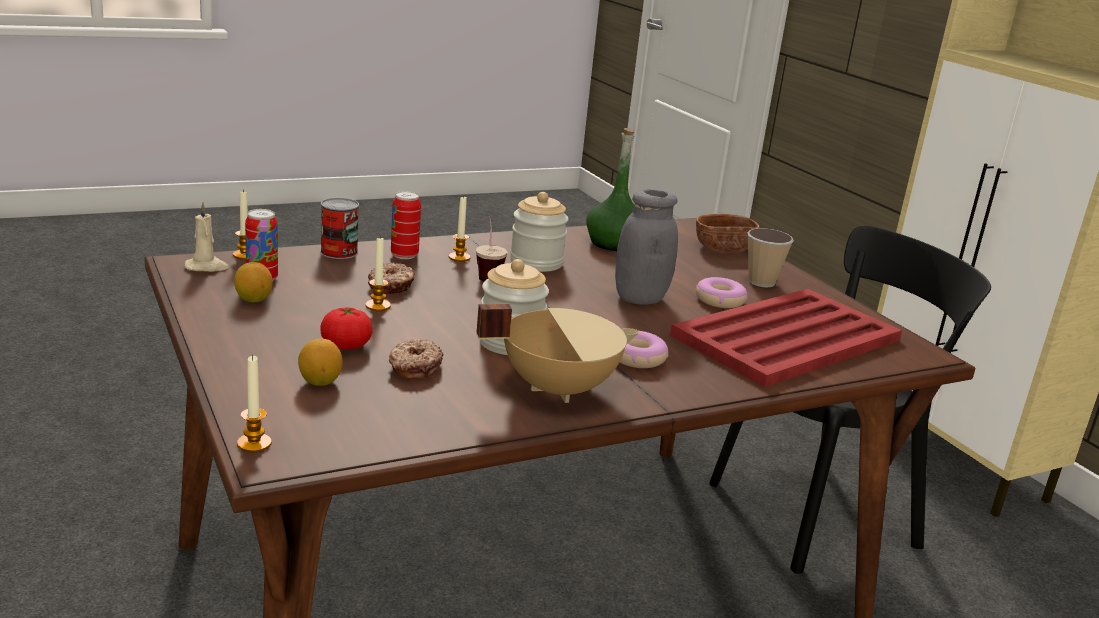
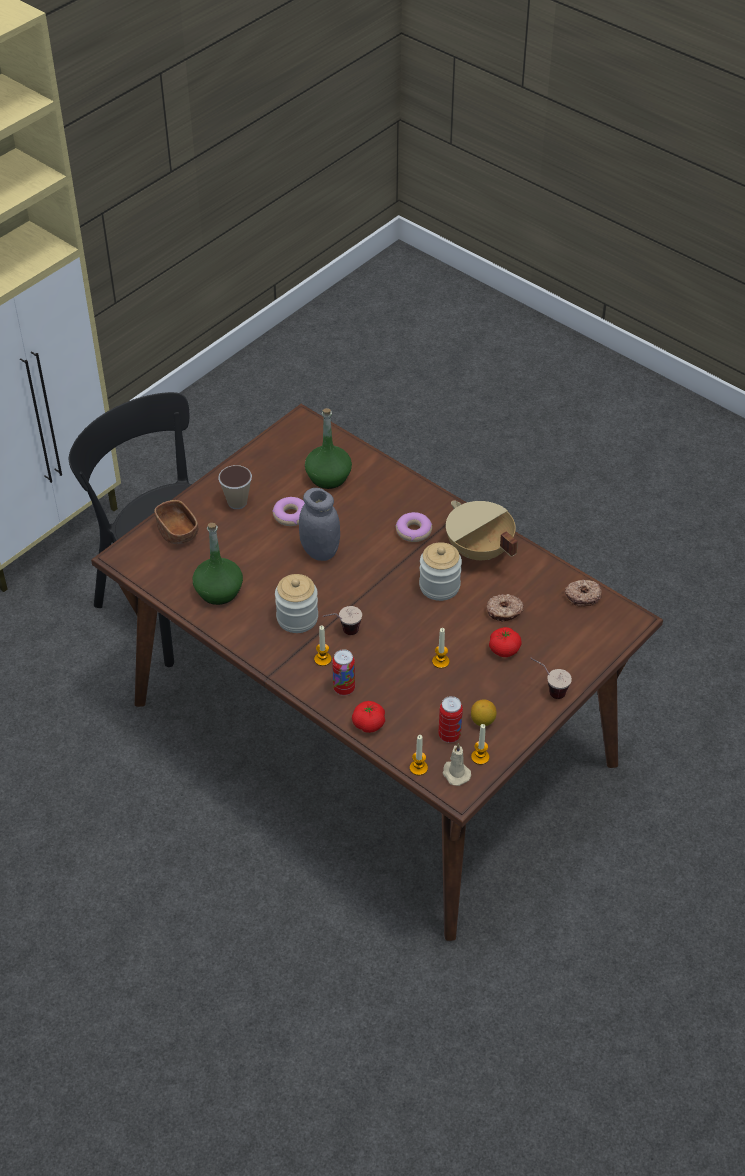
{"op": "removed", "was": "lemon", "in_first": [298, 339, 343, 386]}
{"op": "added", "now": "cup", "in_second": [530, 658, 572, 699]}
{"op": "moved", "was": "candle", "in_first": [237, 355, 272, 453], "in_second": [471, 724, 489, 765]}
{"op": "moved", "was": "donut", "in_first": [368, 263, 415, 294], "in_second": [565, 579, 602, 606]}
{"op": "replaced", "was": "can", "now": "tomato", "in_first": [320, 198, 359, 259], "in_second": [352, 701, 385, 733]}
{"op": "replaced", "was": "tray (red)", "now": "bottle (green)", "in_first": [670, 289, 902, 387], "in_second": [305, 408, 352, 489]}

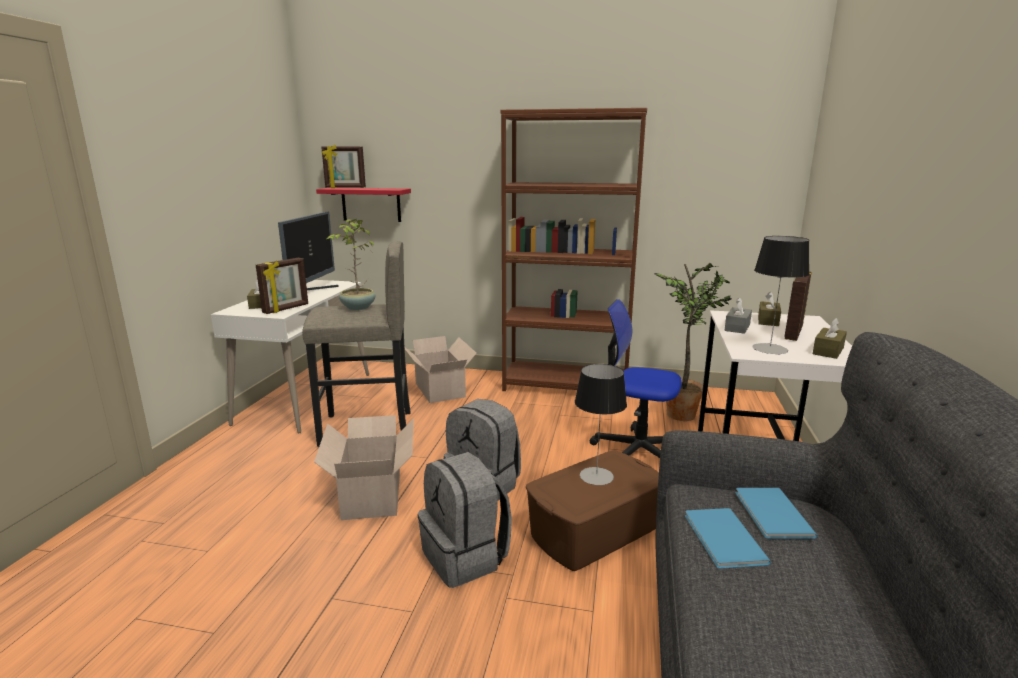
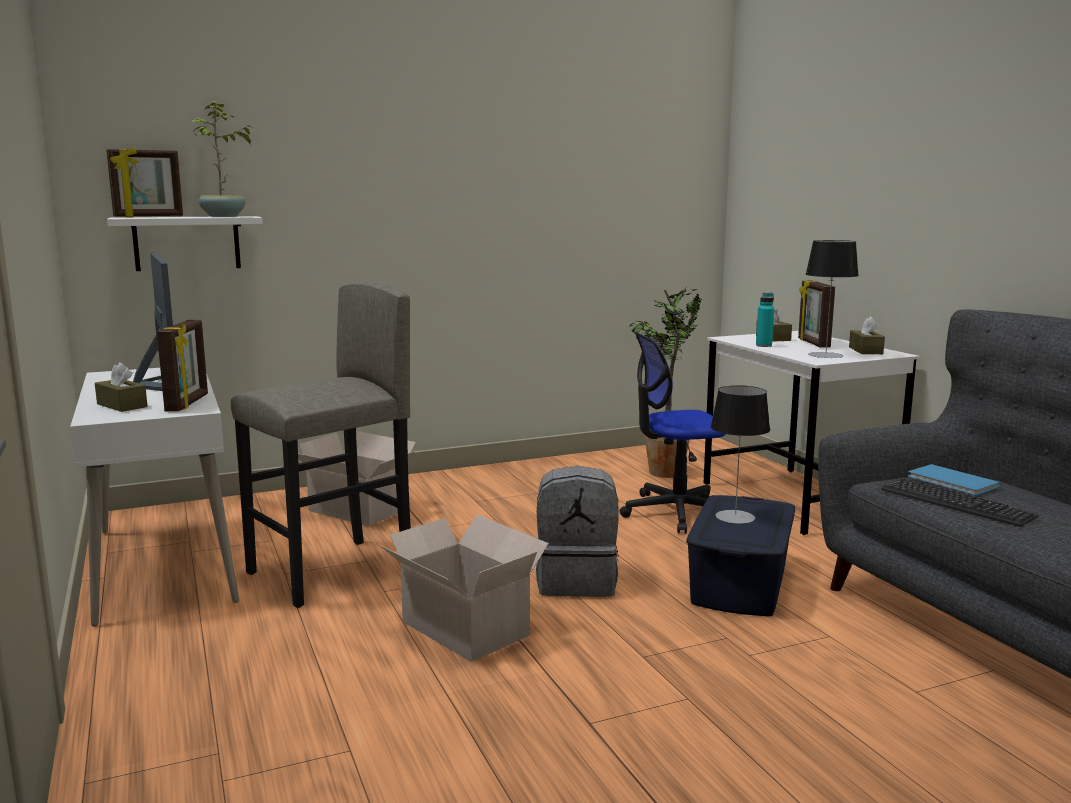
{"op": "removed", "was": "backpack (grey)", "in_first": [418, 452, 512, 588]}
{"op": "removed", "was": "bookcase (brown)", "in_first": [500, 108, 647, 397]}
{"op": "moved", "was": "potted plant", "in_first": [327, 219, 376, 310], "in_second": [190, 101, 251, 217]}
{"op": "replaced", "was": "book (blue)", "now": "keyboard", "in_first": [685, 508, 771, 569], "in_second": [881, 478, 1039, 527]}
{"op": "replaced", "was": "tissue box (grey)", "now": "bottle (turquoise)", "in_first": [724, 297, 752, 334], "in_second": [756, 292, 774, 347]}
{"op": "recoloured", "was": "shelf (red)", "now": "shelf (white)", "in_first": [316, 188, 411, 222], "in_second": [107, 216, 262, 271]}
{"op": "recoloured", "was": "storage box (brown)", "now": "storage box (blue)", "in_first": [526, 450, 659, 571], "in_second": [686, 495, 795, 616]}

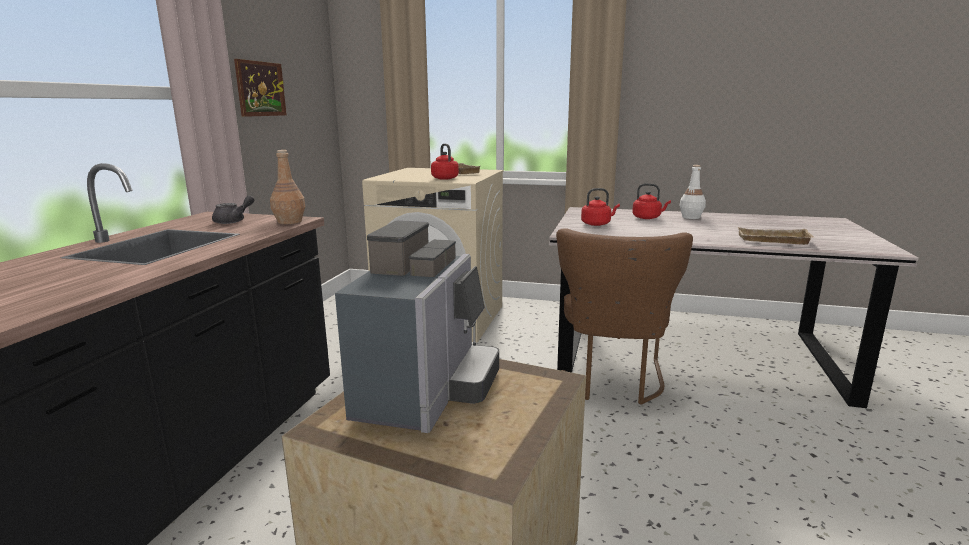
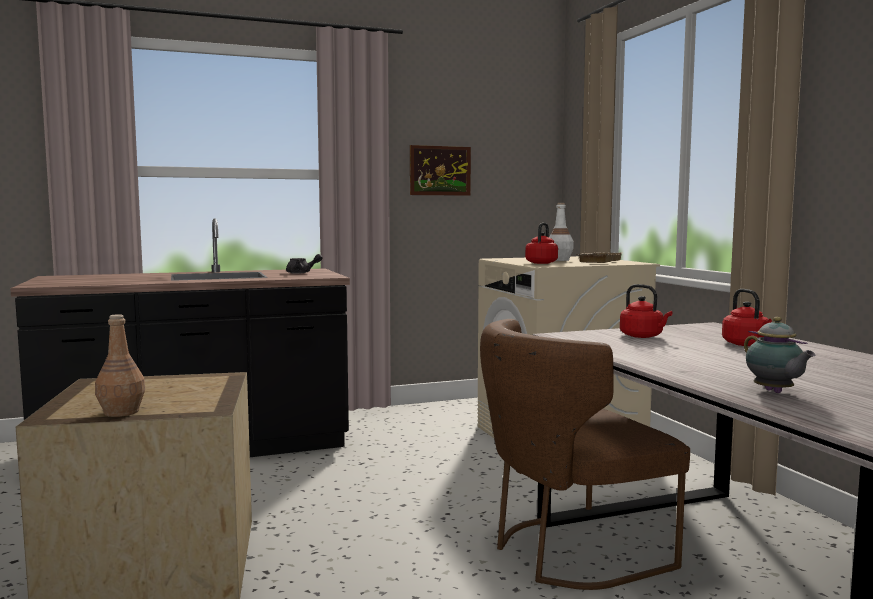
{"op": "removed", "was": "coffee machine", "in_first": [335, 220, 499, 433]}
{"op": "moved", "was": "bottle (brown)", "in_first": [270, 150, 305, 224], "in_second": [95, 314, 145, 417]}
{"op": "moved", "was": "bottle (white)", "in_first": [680, 165, 706, 219], "in_second": [549, 203, 574, 261]}
{"op": "replaced", "was": "tray (beige)", "now": "teapot", "in_first": [738, 227, 814, 245], "in_second": [744, 317, 815, 393]}

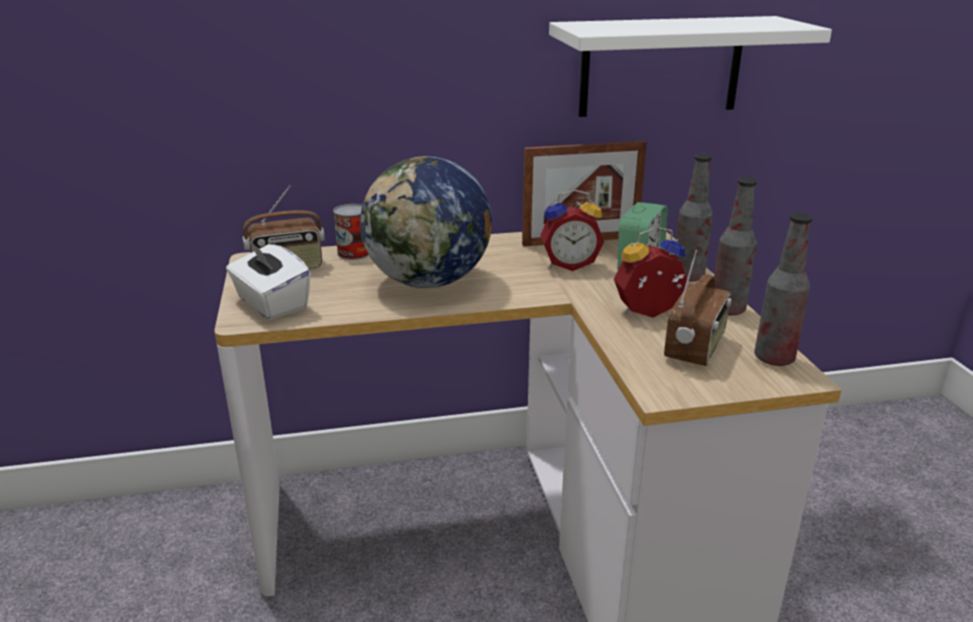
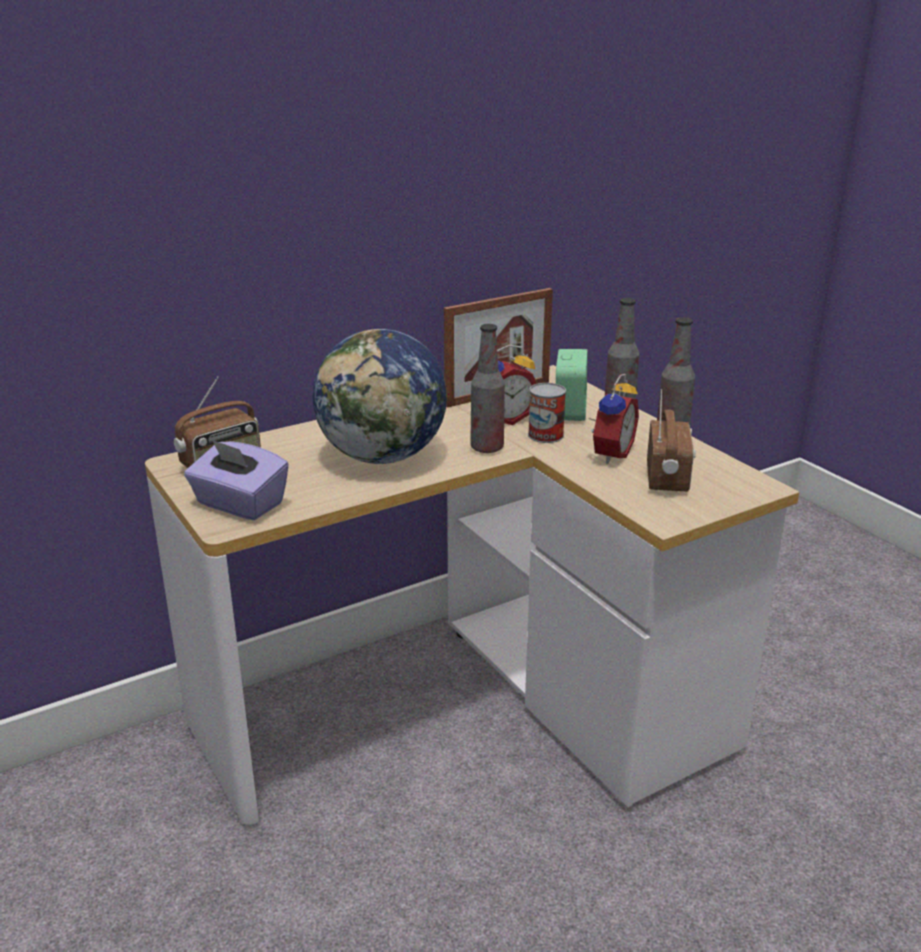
{"op": "removed", "was": "shelf (white)", "in_first": [549, 16, 832, 117]}
{"op": "moved", "was": "can", "in_first": [333, 204, 369, 260], "in_second": [528, 383, 566, 443]}
{"op": "moved", "was": "bottle", "in_first": [755, 213, 812, 366], "in_second": [470, 324, 505, 453]}
{"op": "recoloured", "was": "tissue box (white)", "now": "tissue box (purple)", "in_first": [226, 241, 311, 320], "in_second": [184, 439, 289, 520]}
{"op": "turned", "was": "alarm clock", "in_first": [614, 227, 687, 317], "in_second": [590, 374, 639, 464], "clockwise": 150}

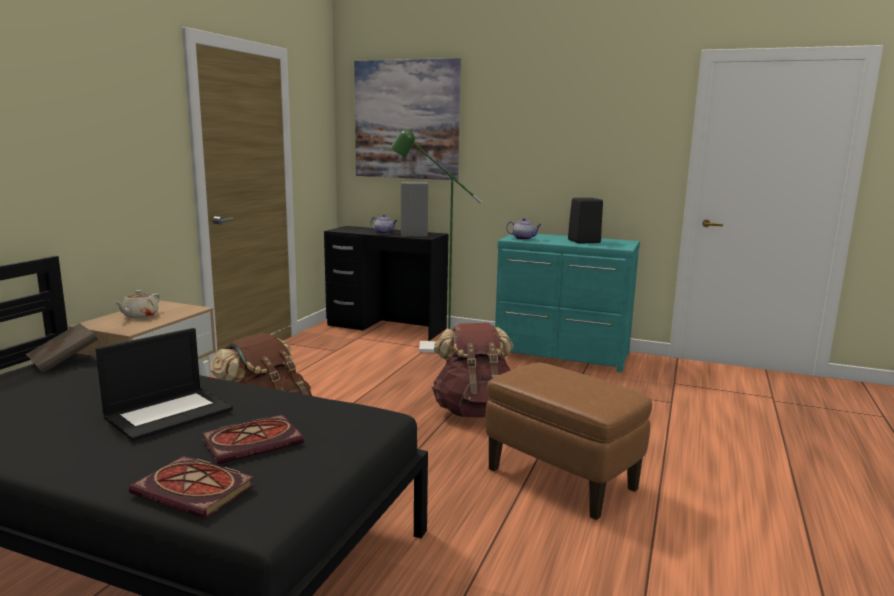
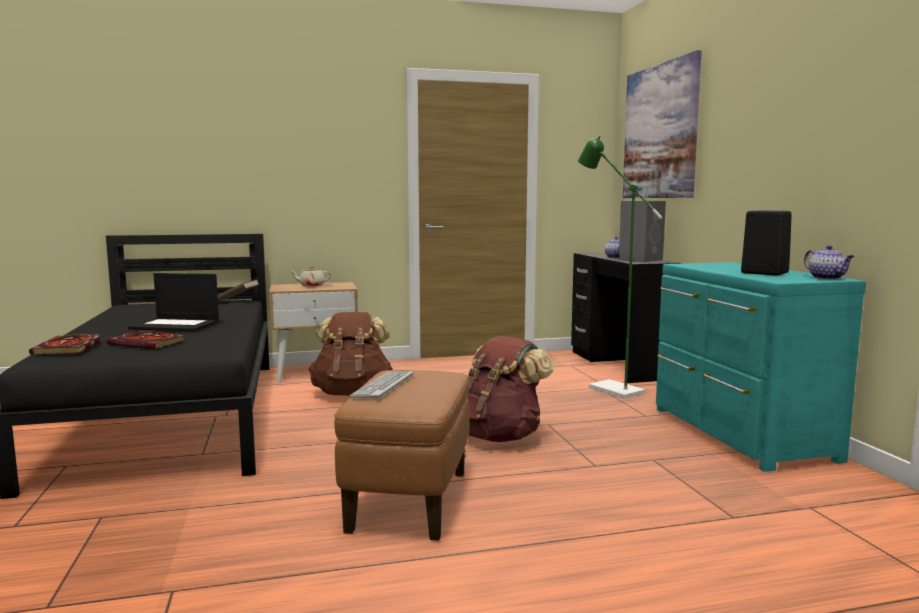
{"op": "added", "now": "keyboard", "in_second": [348, 371, 413, 399]}
{"op": "moved", "was": "teapot", "in_first": [506, 218, 542, 240], "in_second": [804, 245, 854, 280]}

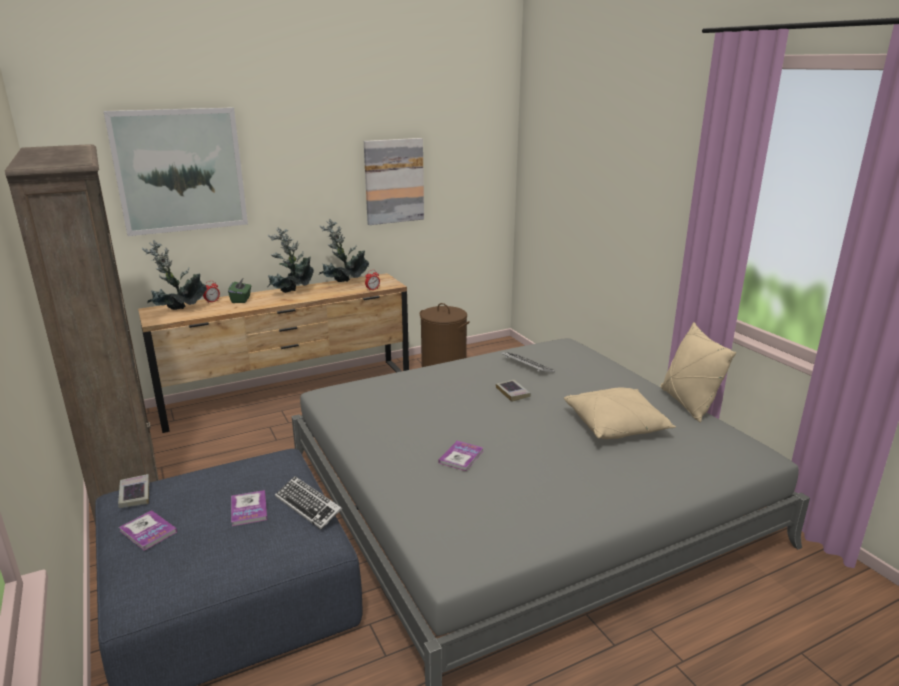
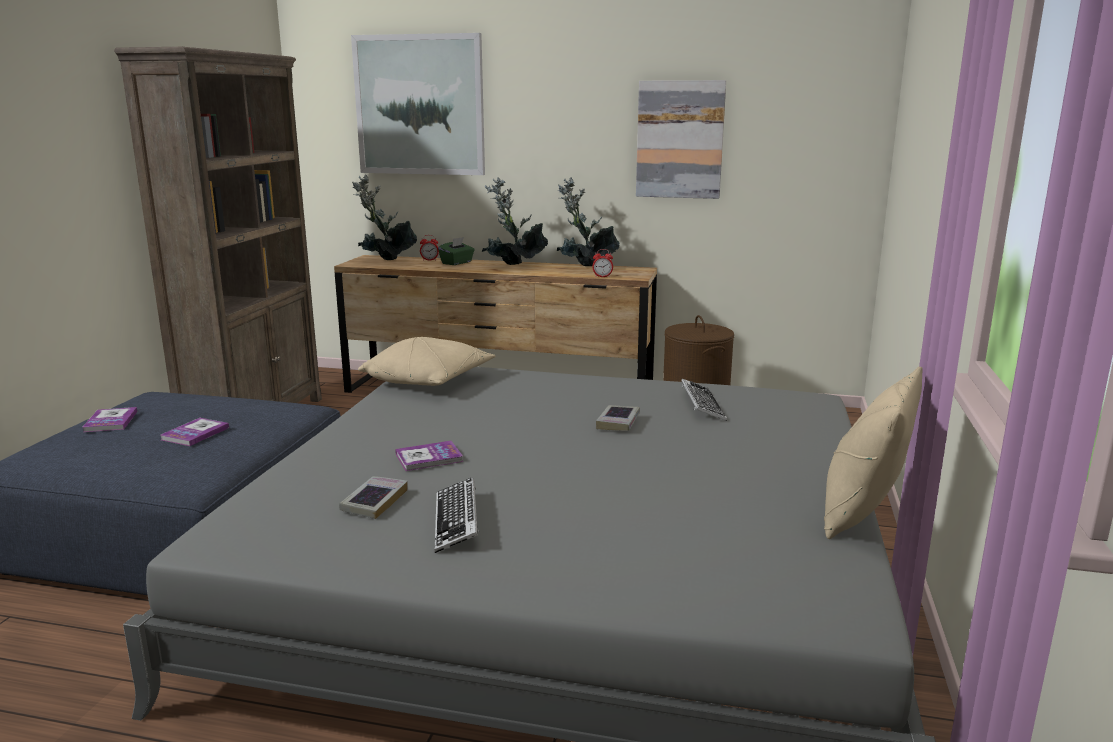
{"op": "moved", "was": "book", "in_first": [118, 474, 149, 508], "in_second": [339, 476, 408, 519]}
{"op": "moved", "was": "keyboard", "in_first": [275, 476, 342, 530], "in_second": [435, 478, 479, 553]}
{"op": "moved", "was": "pillow (beige)", "in_first": [564, 388, 676, 439], "in_second": [358, 337, 496, 386]}

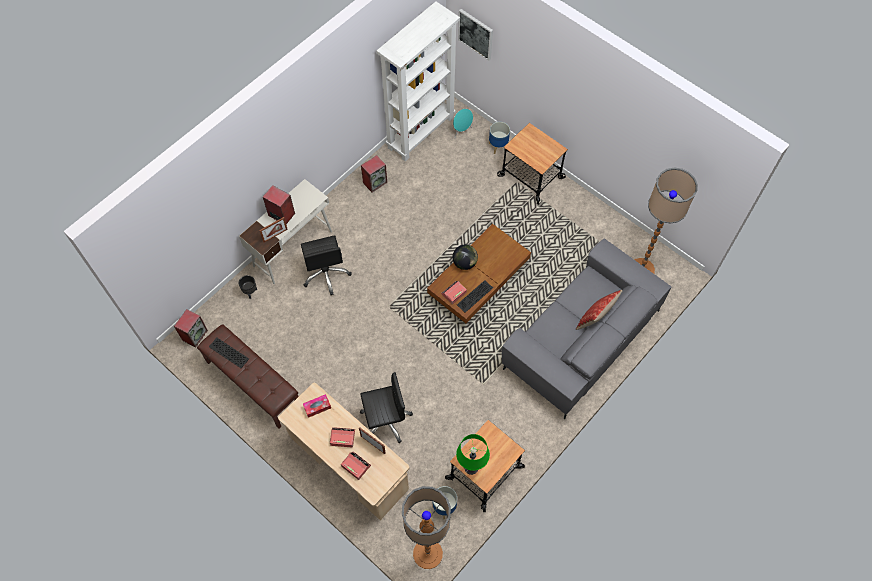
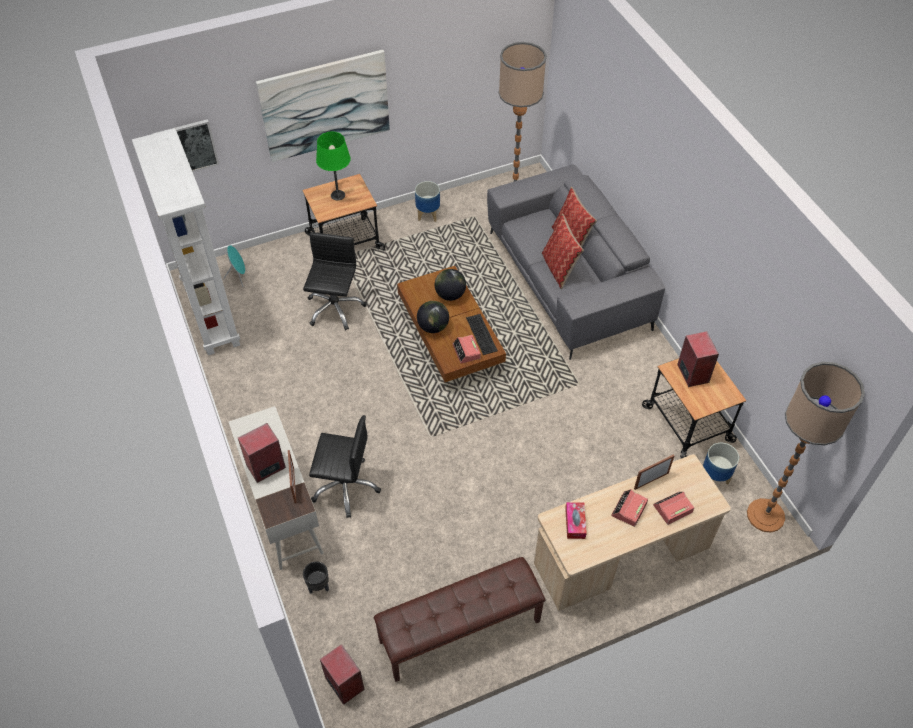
{"op": "removed", "was": "keyboard", "in_first": [209, 338, 249, 368]}
{"op": "added", "now": "picture", "in_second": [256, 50, 390, 162]}
{"op": "added", "now": "globe", "in_second": [435, 269, 466, 301]}
{"op": "added", "now": "pillow", "in_second": [542, 214, 584, 289]}
{"op": "moved", "was": "office chair (black)", "in_first": [360, 372, 413, 443], "in_second": [303, 232, 367, 331]}
{"op": "moved", "was": "speaker", "in_first": [361, 155, 387, 193], "in_second": [677, 331, 719, 387]}
{"op": "moved", "was": "table lamp (green)", "in_first": [456, 434, 490, 475], "in_second": [316, 132, 351, 200]}
{"op": "moved", "was": "planter", "in_first": [489, 122, 510, 154], "in_second": [415, 181, 440, 222]}

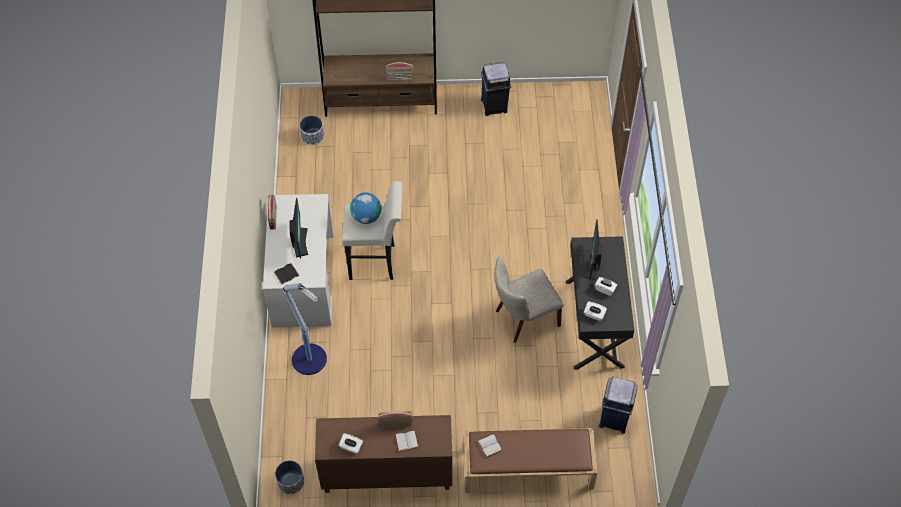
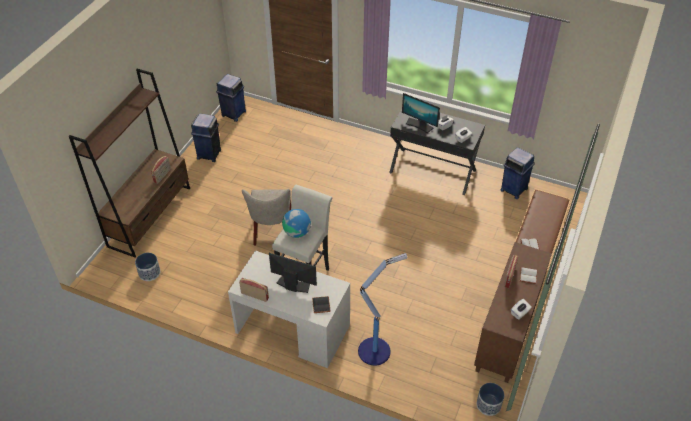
{"op": "added", "now": "trash can (blue)", "in_second": [216, 74, 246, 122]}
{"op": "moved", "was": "chair (beige)", "in_first": [494, 256, 564, 343], "in_second": [242, 189, 291, 245]}

